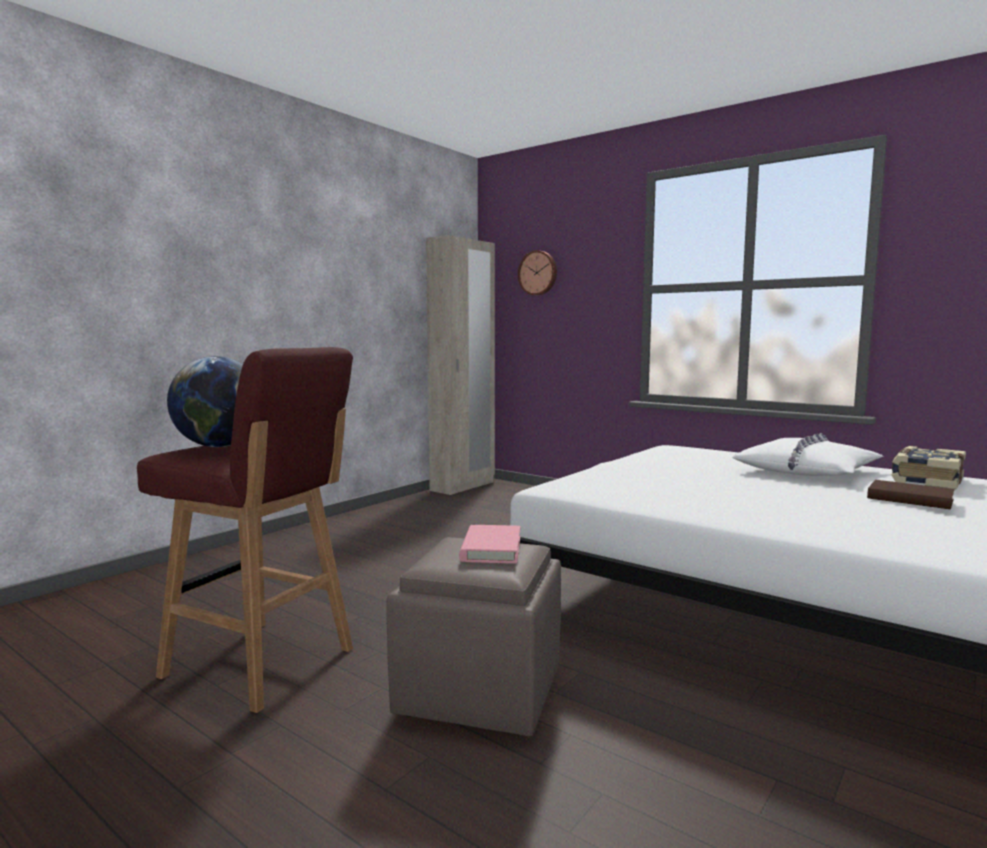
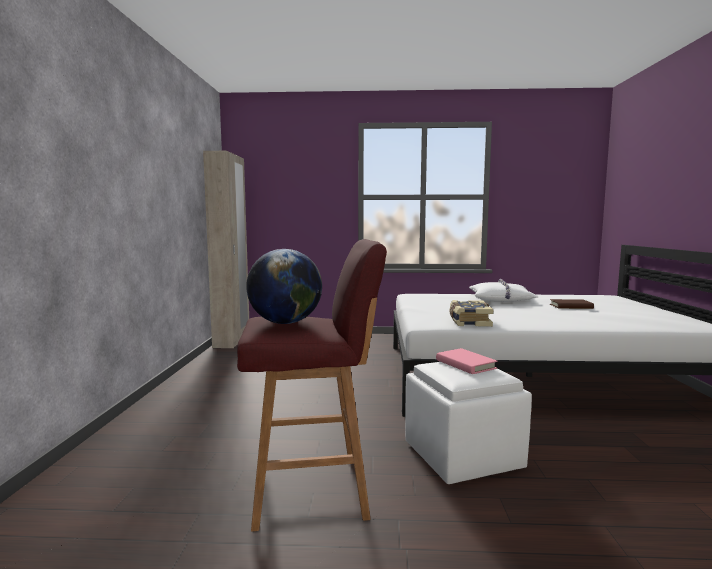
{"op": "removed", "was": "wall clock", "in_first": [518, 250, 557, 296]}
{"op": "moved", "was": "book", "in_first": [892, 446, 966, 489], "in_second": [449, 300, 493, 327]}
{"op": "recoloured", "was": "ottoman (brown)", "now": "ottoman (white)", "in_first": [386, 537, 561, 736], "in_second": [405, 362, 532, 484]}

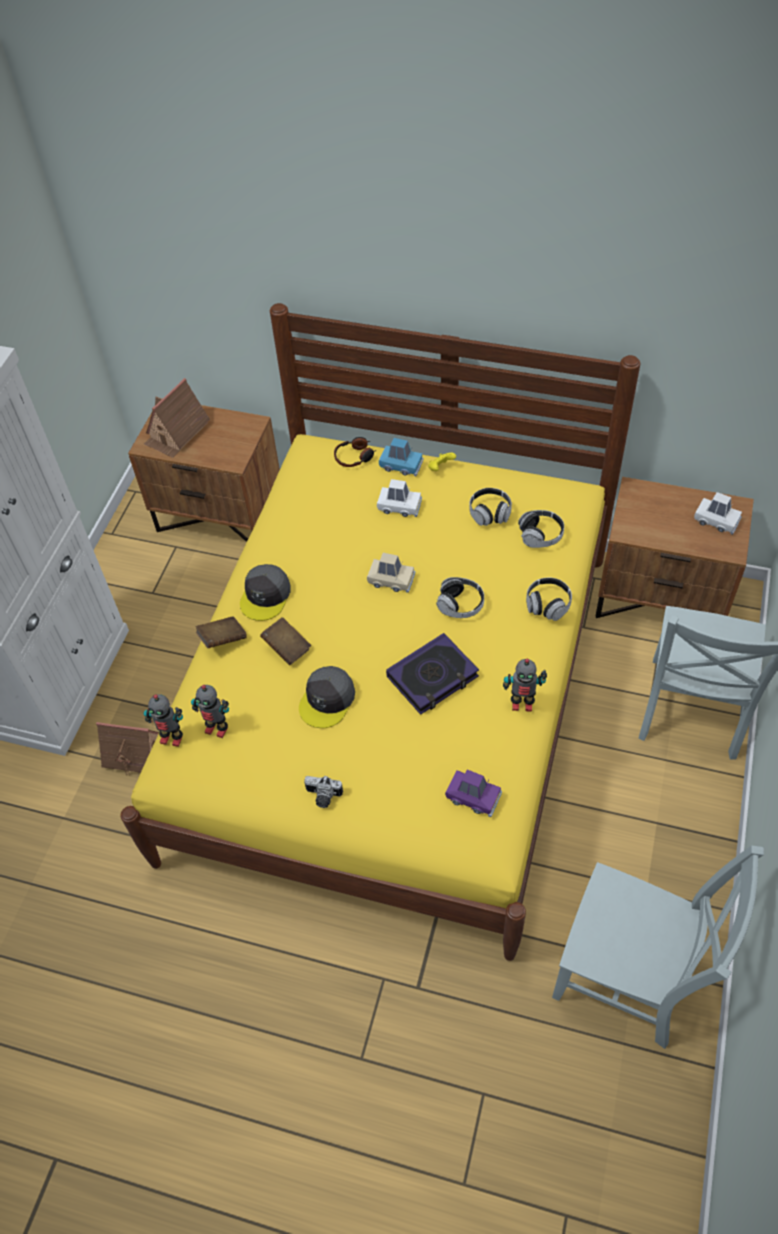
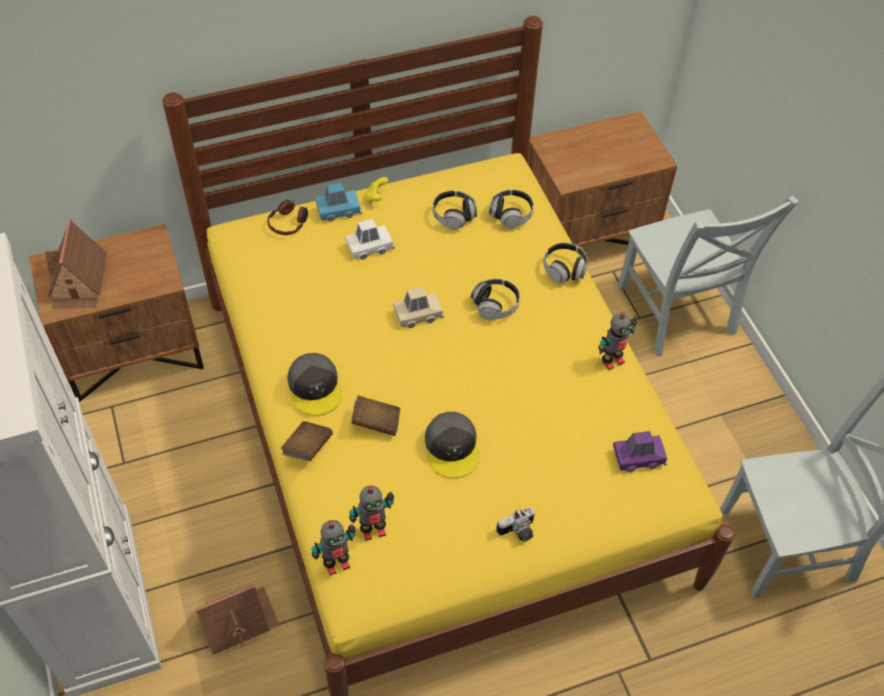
{"op": "removed", "was": "book", "in_first": [386, 633, 479, 715]}
{"op": "removed", "was": "toy car (white)", "in_first": [694, 492, 742, 535]}

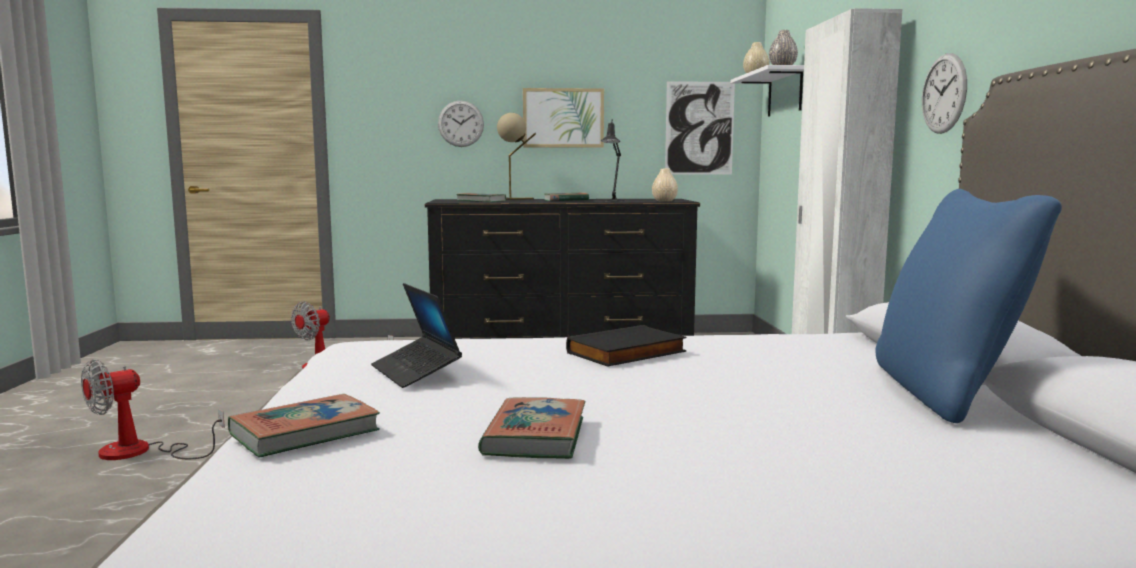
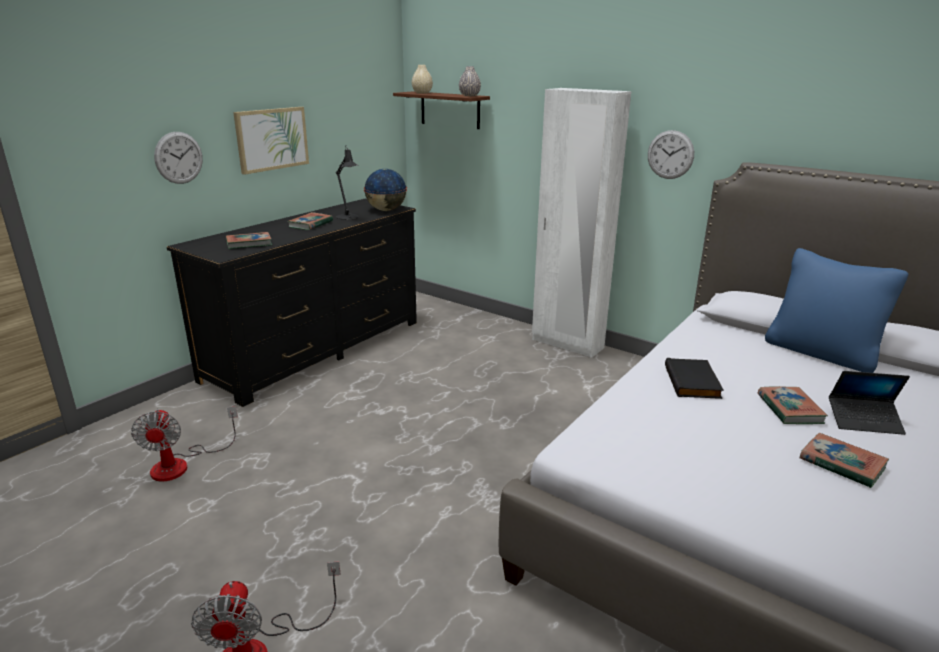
{"op": "removed", "was": "table lamp (beige)", "in_first": [497, 113, 536, 200]}
{"op": "removed", "was": "picture", "in_first": [665, 81, 735, 174]}
{"op": "moved", "was": "book", "in_first": [228, 394, 380, 458], "in_second": [758, 386, 828, 424]}
{"op": "moved", "was": "laptop", "in_first": [371, 283, 462, 388], "in_second": [829, 371, 910, 435]}
{"op": "replaced", "was": "vase (beige)", "now": "globe", "in_first": [652, 169, 678, 202], "in_second": [364, 169, 407, 211]}
{"op": "recoloured", "was": "shelf (white)", "now": "shelf (brown)", "in_first": [730, 65, 804, 117], "in_second": [393, 91, 490, 129]}

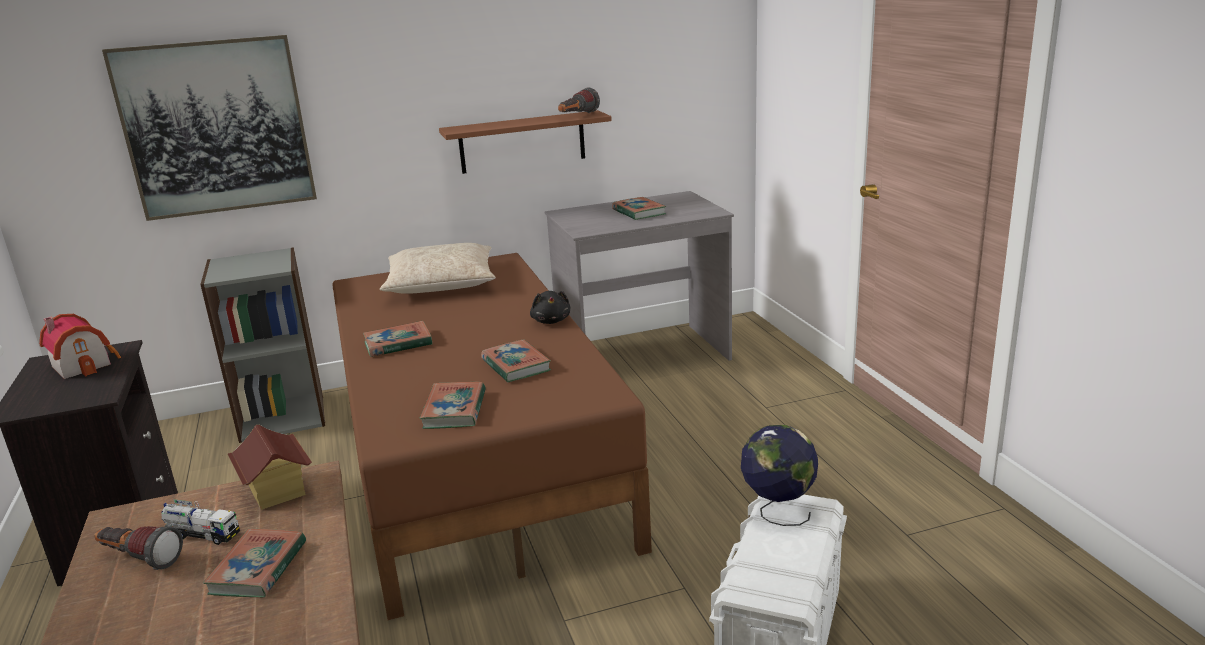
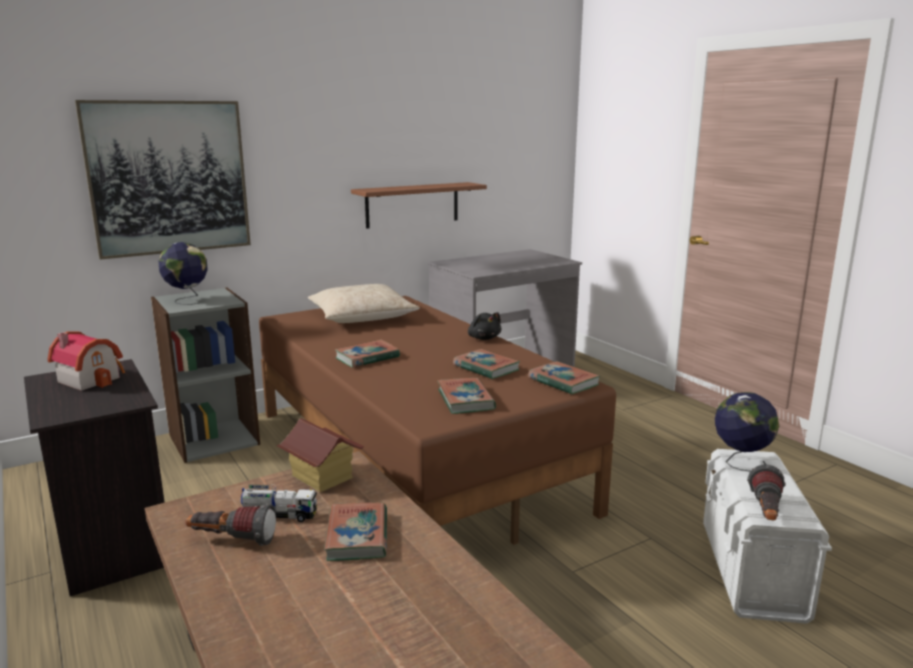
{"op": "added", "now": "globe", "in_second": [158, 242, 207, 305]}
{"op": "moved", "was": "flashlight", "in_first": [558, 87, 600, 113], "in_second": [747, 465, 786, 521]}
{"op": "moved", "was": "book", "in_first": [612, 197, 666, 220], "in_second": [528, 361, 600, 395]}

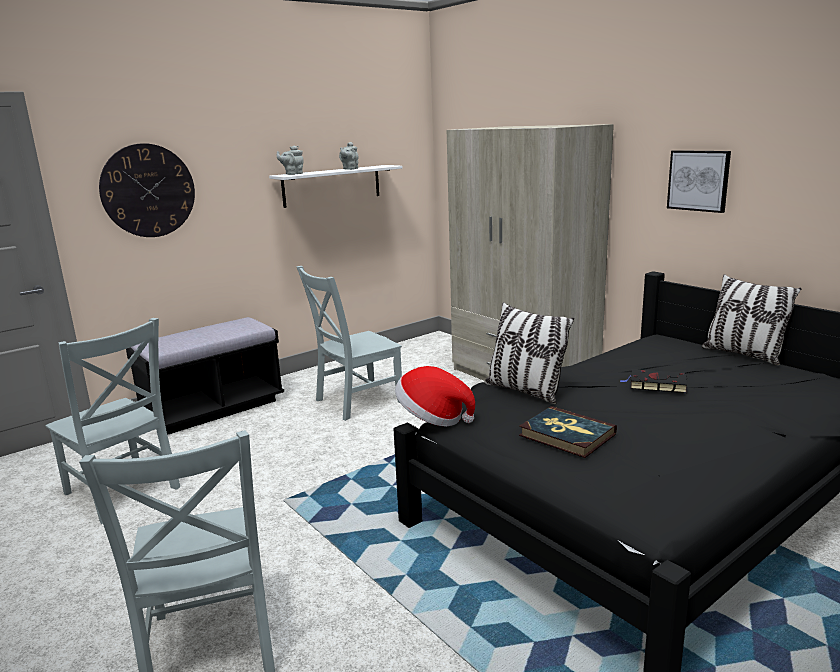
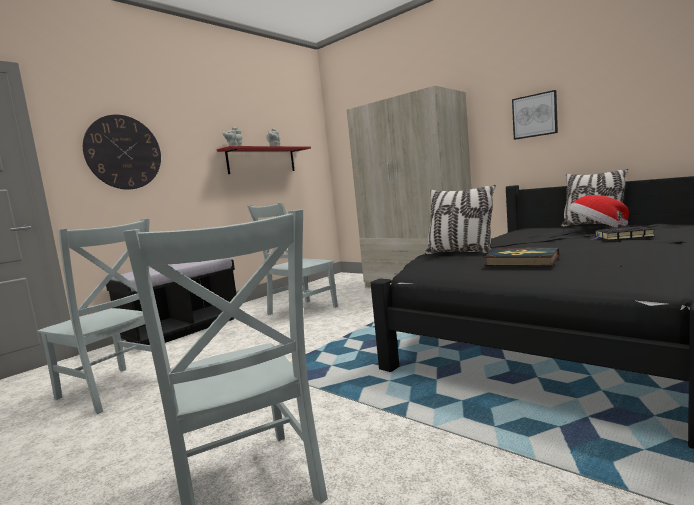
{"op": "moved", "was": "hat", "in_first": [395, 366, 475, 427], "in_second": [568, 195, 629, 228]}
{"op": "moved", "was": "book (black)", "in_first": [620, 369, 687, 393], "in_second": [592, 226, 655, 240]}
{"op": "recoloured", "was": "shelf (white)", "now": "shelf (red)", "in_first": [269, 165, 402, 208], "in_second": [217, 146, 311, 174]}

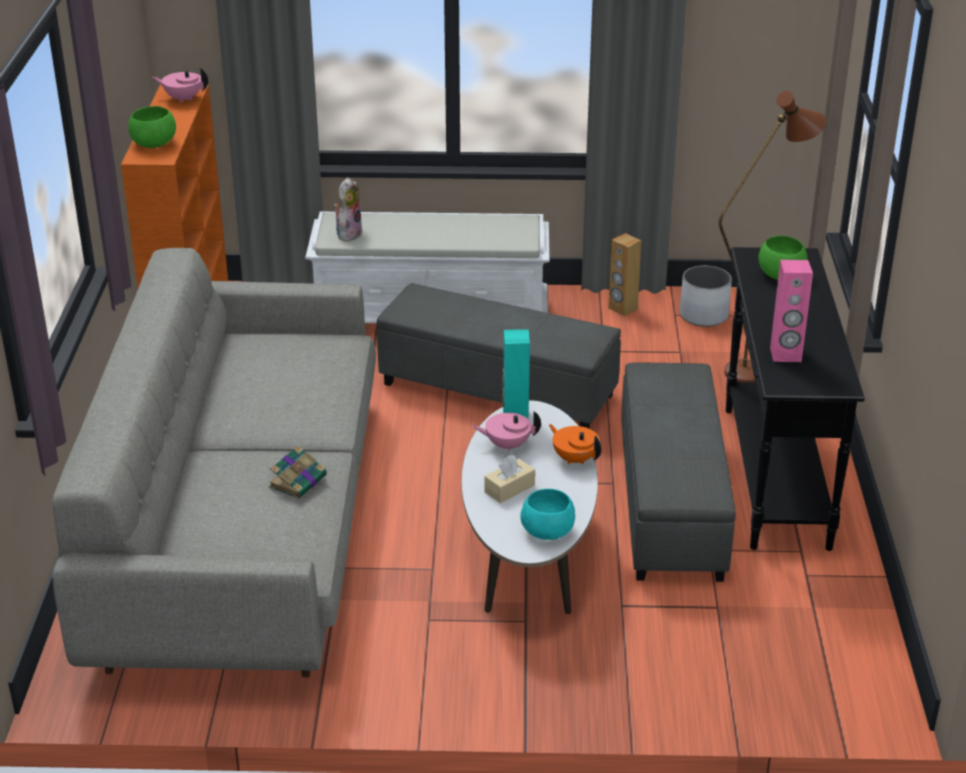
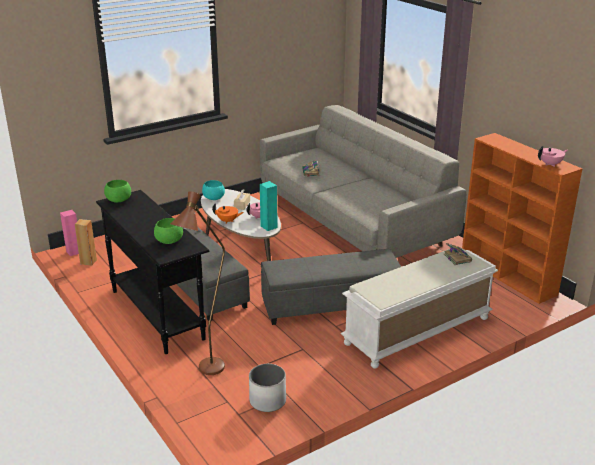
{"op": "moved", "was": "bowl (green)", "in_first": [128, 106, 176, 148], "in_second": [104, 180, 131, 203]}
{"op": "moved", "was": "speaker (brown)", "in_first": [608, 233, 641, 316], "in_second": [75, 219, 97, 266]}
{"op": "moved", "was": "speaker (pink)", "in_first": [770, 260, 813, 362], "in_second": [60, 210, 79, 256]}
{"op": "replaced", "was": "plush toy", "now": "book", "in_first": [334, 177, 363, 241], "in_second": [443, 243, 472, 265]}

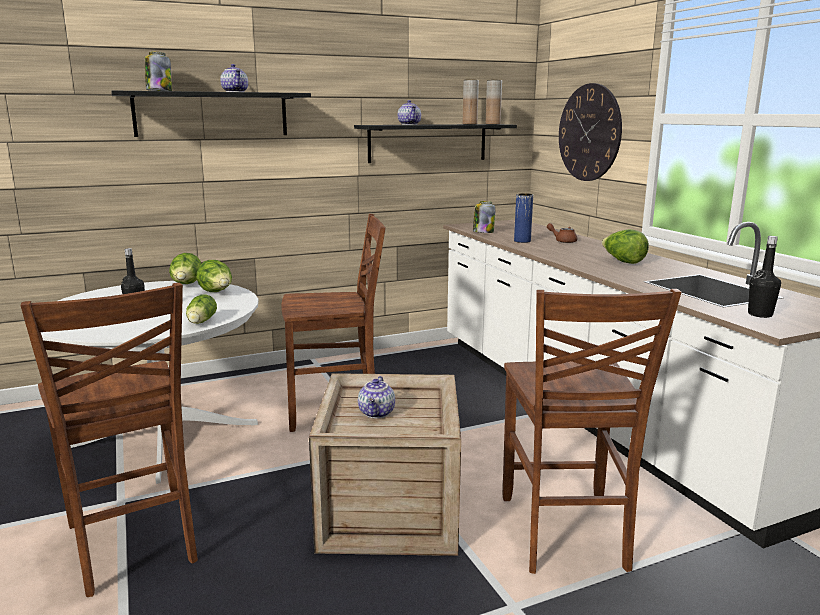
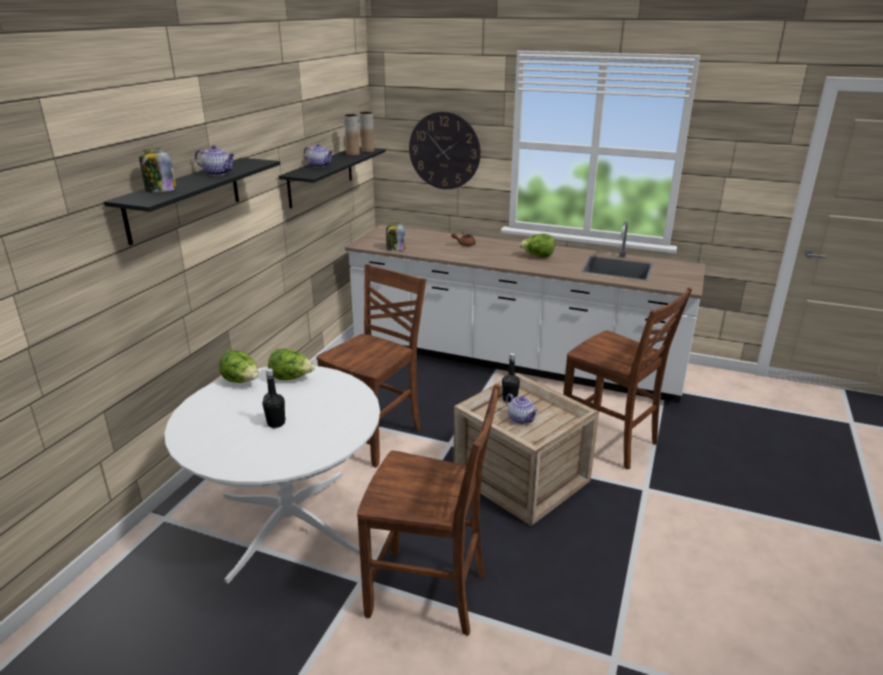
{"op": "removed", "was": "lettuce", "in_first": [186, 294, 217, 324]}
{"op": "removed", "was": "vase (blue)", "in_first": [514, 193, 533, 243]}
{"op": "moved", "was": "bottle (black)", "in_first": [748, 236, 781, 318], "in_second": [502, 353, 520, 403]}

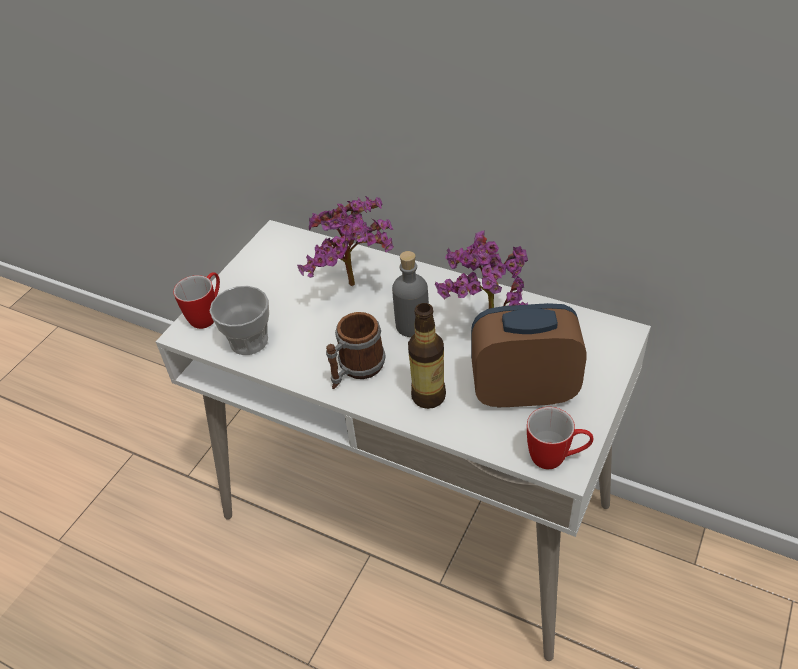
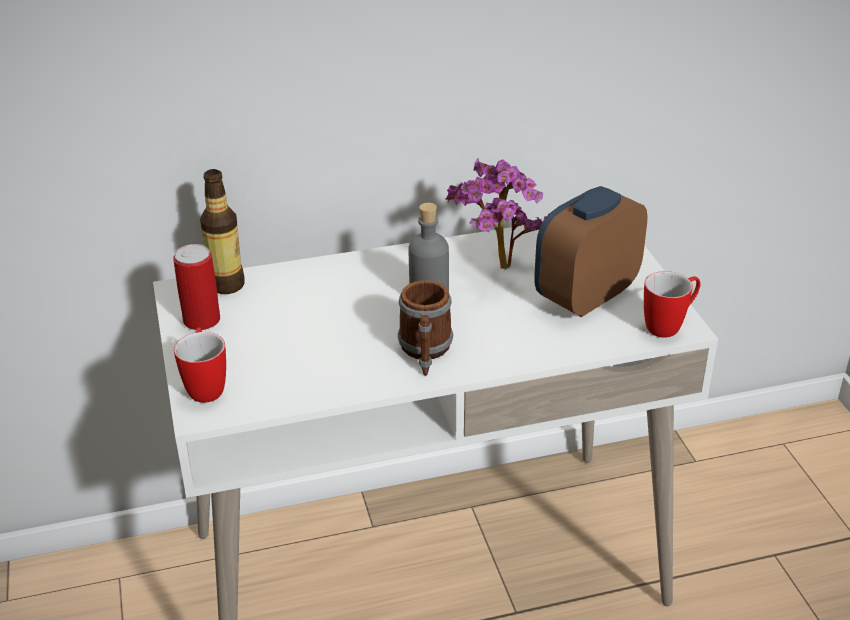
{"op": "removed", "was": "cup", "in_first": [209, 286, 269, 355]}
{"op": "removed", "was": "potted plant", "in_first": [297, 196, 394, 286]}
{"op": "added", "now": "can", "in_second": [173, 244, 220, 330]}
{"op": "moved", "was": "bottle", "in_first": [408, 303, 446, 409], "in_second": [200, 169, 245, 294]}

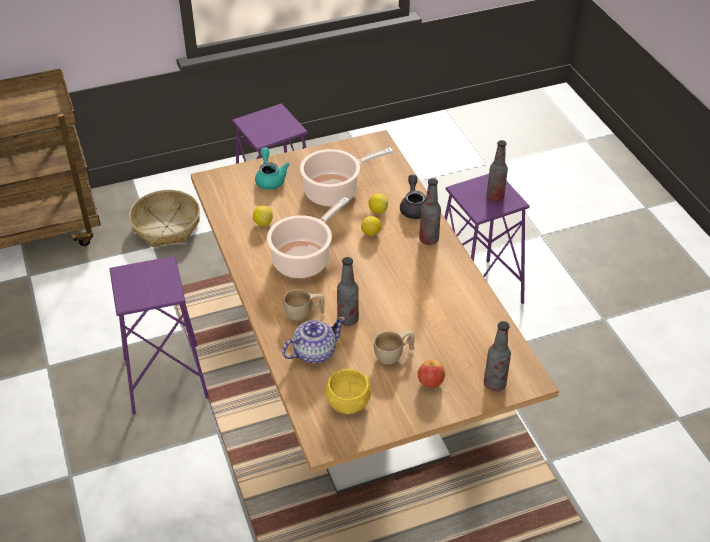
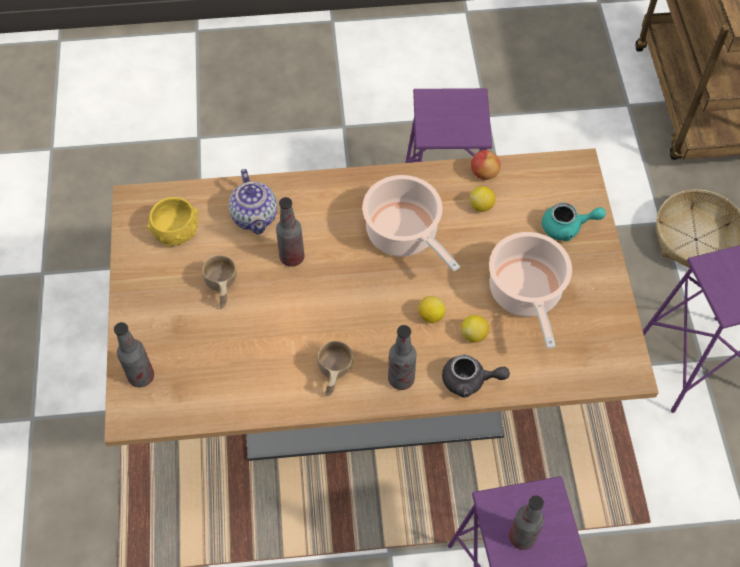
{"op": "moved", "was": "cup (beige)", "in_first": [283, 289, 325, 321], "in_second": [317, 341, 353, 397]}
{"op": "moved", "was": "apple", "in_first": [417, 360, 445, 388], "in_second": [471, 150, 501, 180]}

